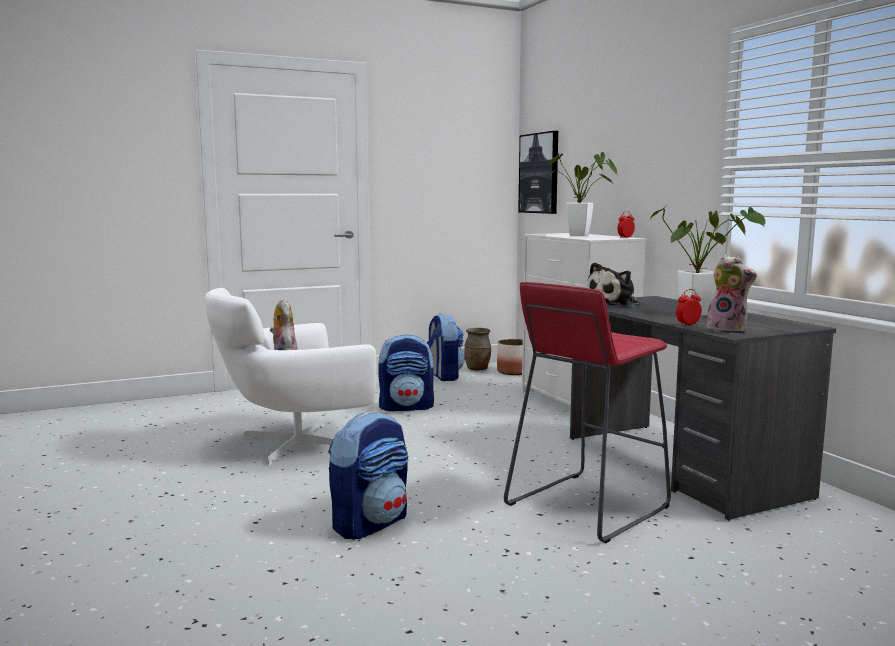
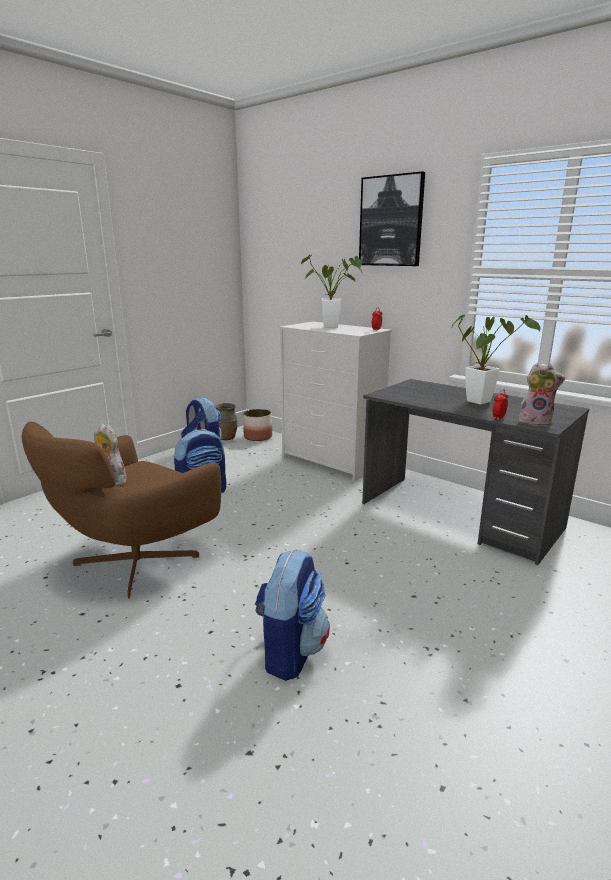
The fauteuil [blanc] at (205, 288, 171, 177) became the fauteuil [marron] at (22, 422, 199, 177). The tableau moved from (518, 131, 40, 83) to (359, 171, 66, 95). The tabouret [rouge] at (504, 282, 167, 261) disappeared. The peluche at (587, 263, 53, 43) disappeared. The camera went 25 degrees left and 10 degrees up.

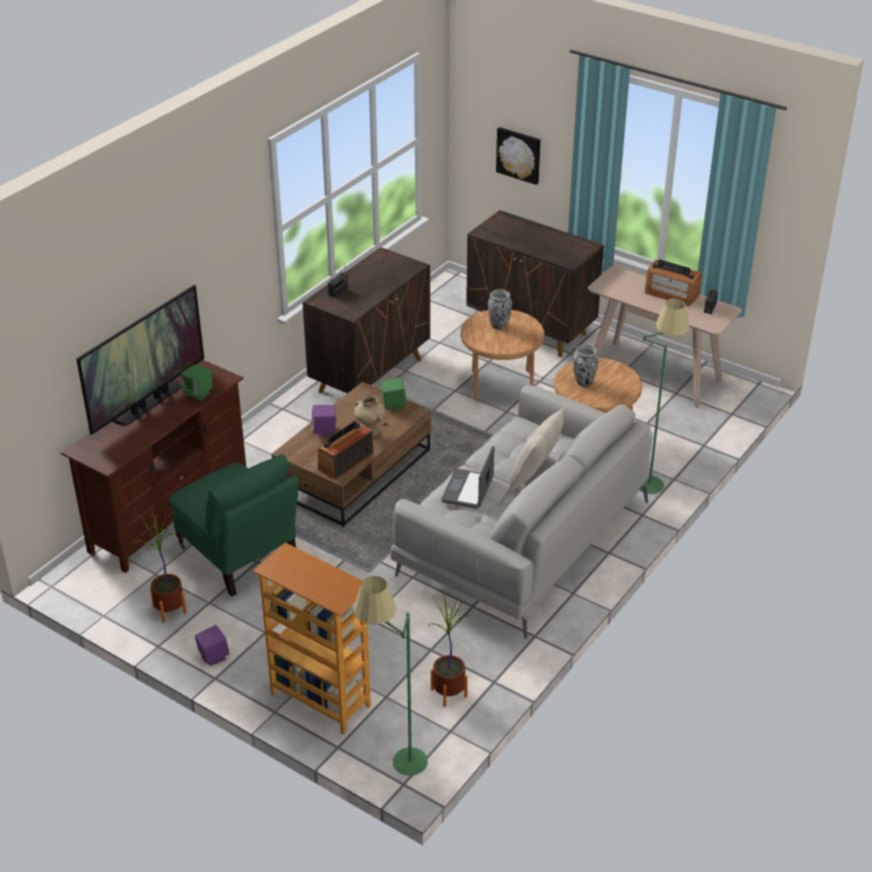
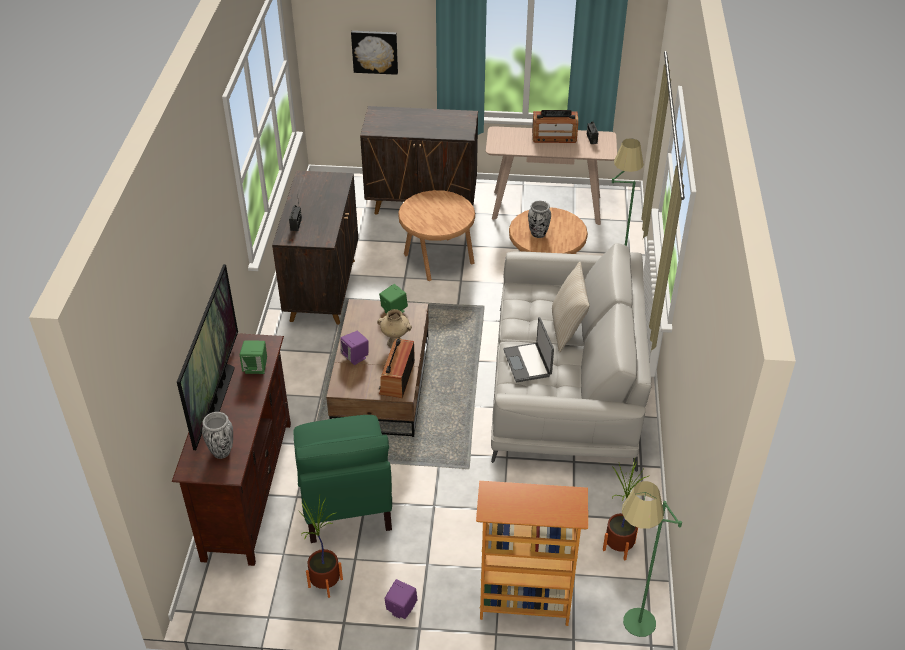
The vase moved from (488, 289, 24, 41) to (202, 412, 31, 47). The fauteuil [vert] at (169, 454, 130, 142) turned 60 degrees clockwise. The camera went 30 degrees left and 5 degrees up.

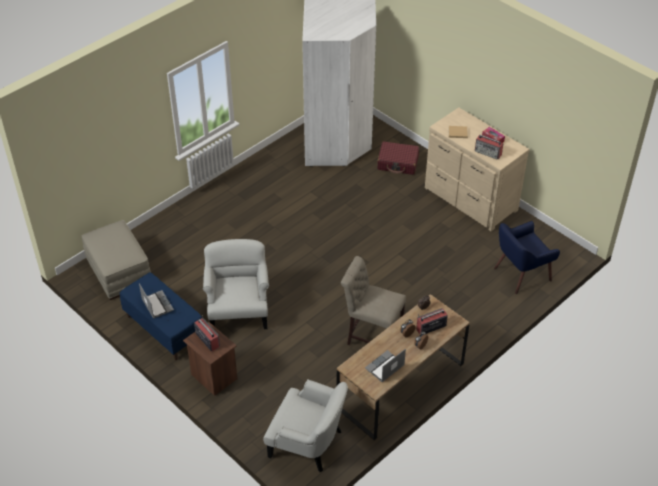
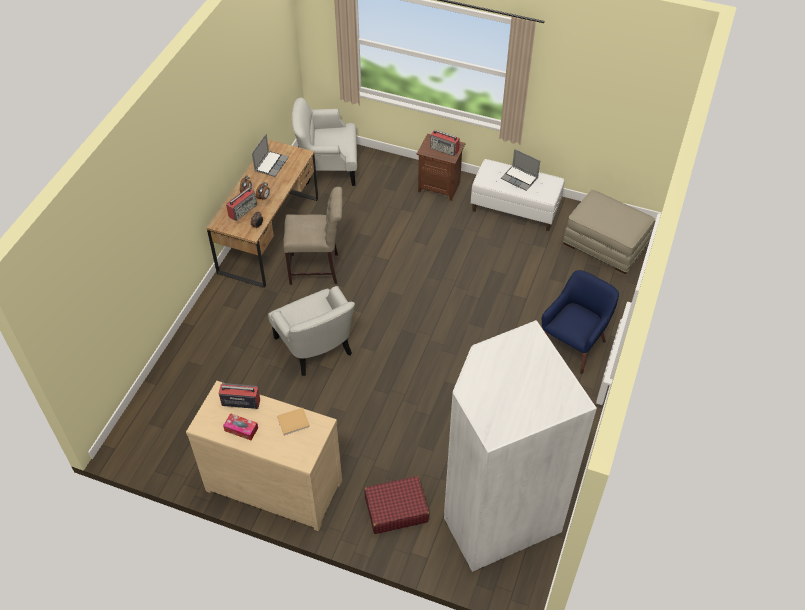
The fauteuil [blanc] moved from (203, 239, 66, 90) to (268, 286, 87, 90). The banc [bleu] at (120, 272, 83, 88) became the banc [blanc] at (471, 159, 93, 72). The fauteuil [bleu] moved from (494, 221, 66, 73) to (542, 270, 77, 104). The camera went 155 degrees right and 5 degrees up.

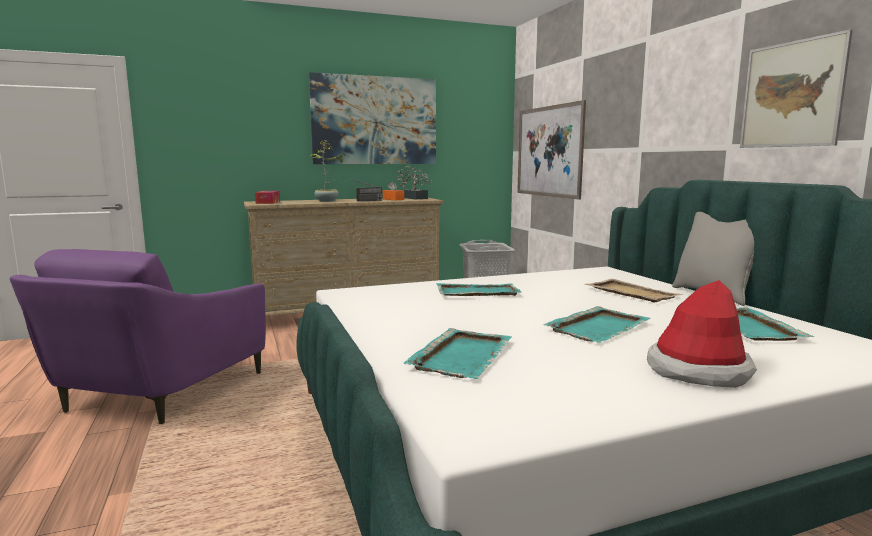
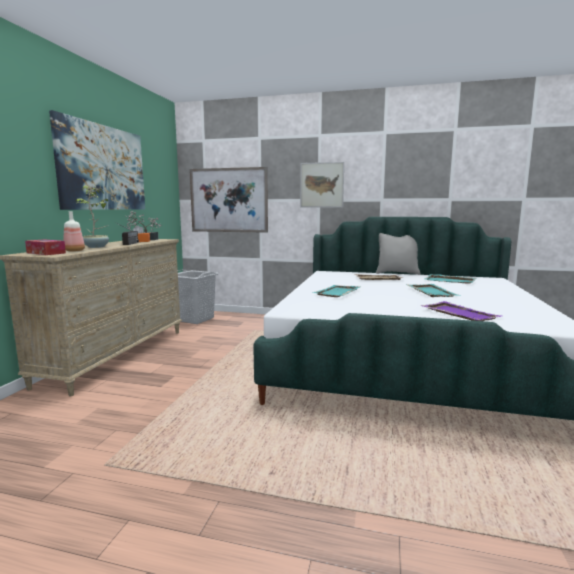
The bouteille at (63, 211, 22, 40) appeared. The tableau moved from (740, 29, 113, 119) to (300, 162, 44, 46). The plateau [turquoise] at (404, 328, 107, 51) became the plateau [violet] at (420, 301, 82, 20). The fauteuil [violet] at (10, 249, 256, 175) disappeared. The chapeau at (647, 280, 110, 108) disappeared. The camera went 55 degrees left and 0 degrees up.

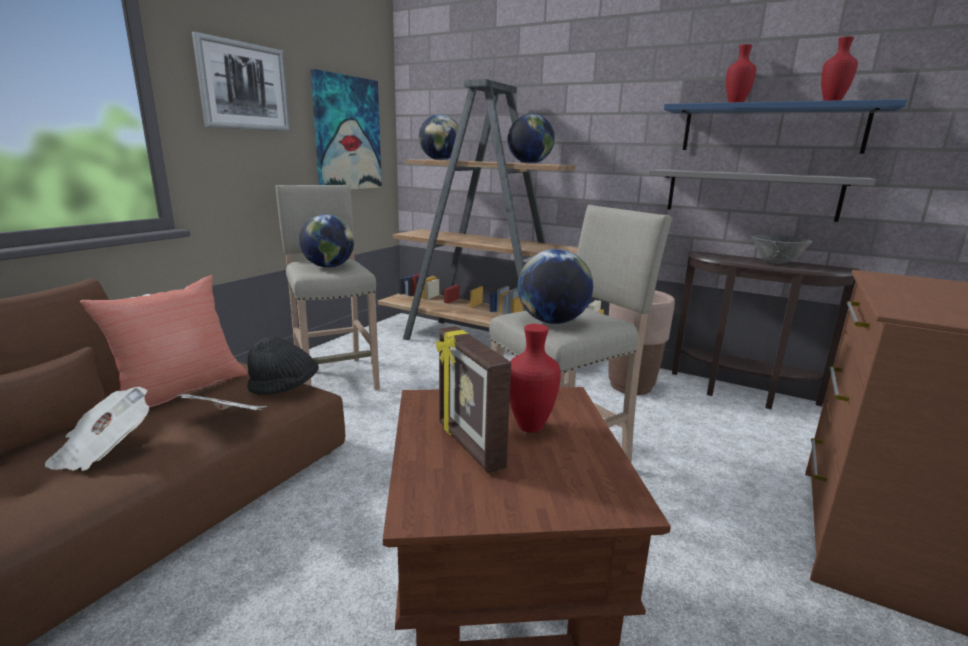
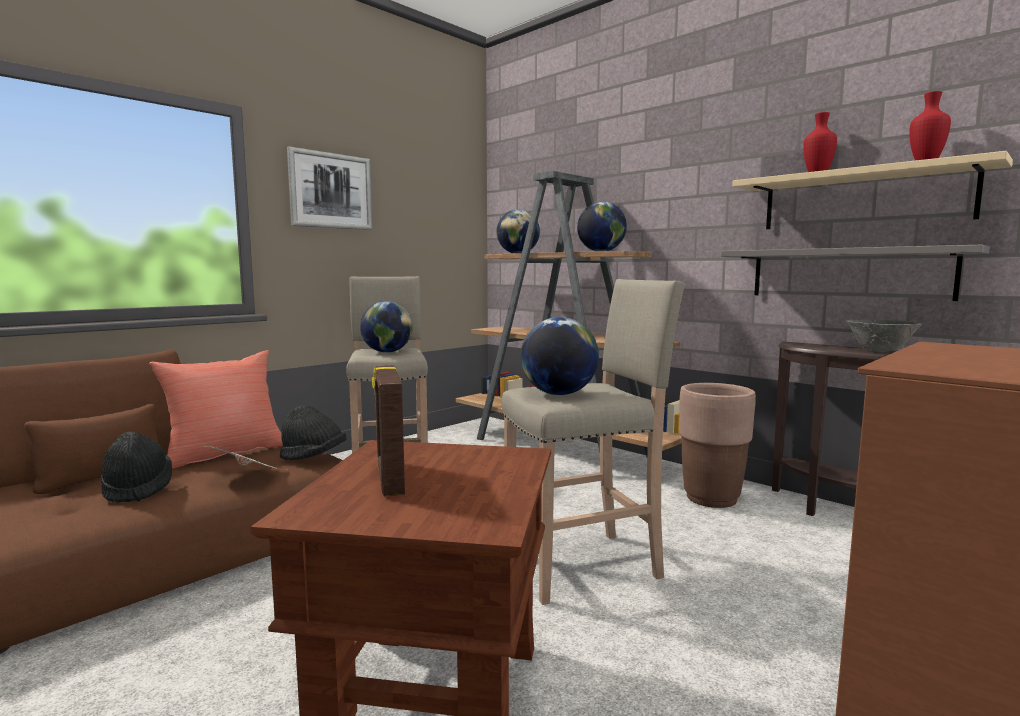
The journal at (45, 387, 104, 84) was replaced by the chapeau [noir] at (101, 431, 71, 72). The étagère [bleu] at (664, 99, 243, 55) became the étagère [beige] at (732, 151, 281, 78). The tableau at (310, 69, 72, 121) disappeared. The vase [rouge] at (510, 324, 51, 109) disappeared. The camera went 15 degrees right and 10 degrees down.

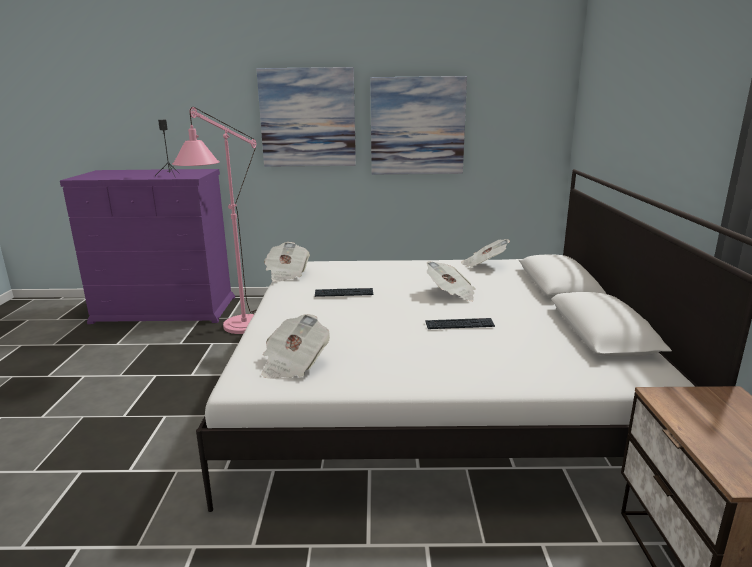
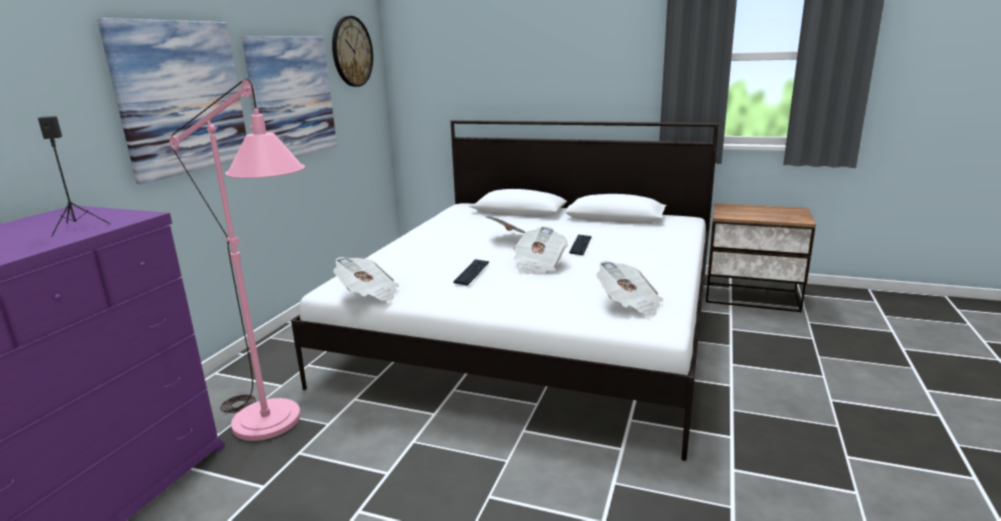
The horloge murale at (332, 16, 41, 71) appeared. The journal moved from (461, 239, 49, 28) to (513, 226, 55, 48). The camera went 70 degrees left and 0 degrees up.

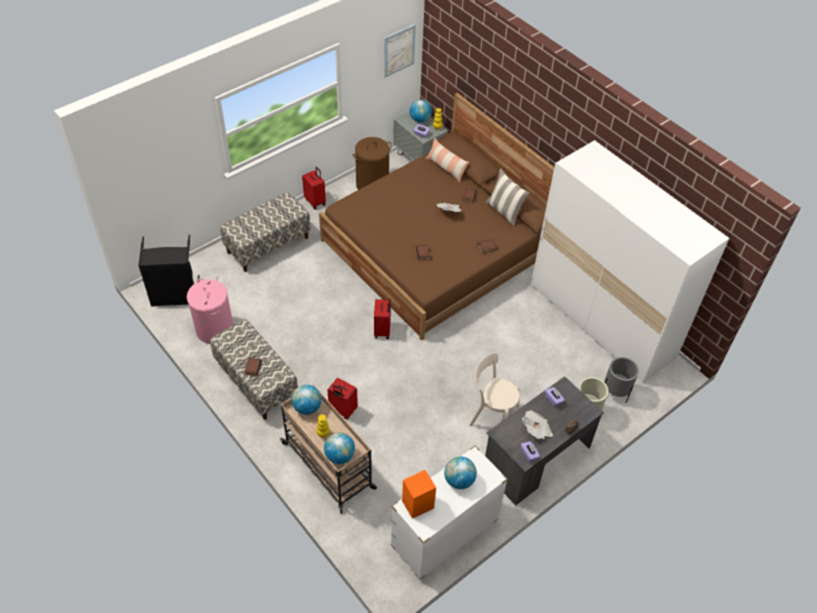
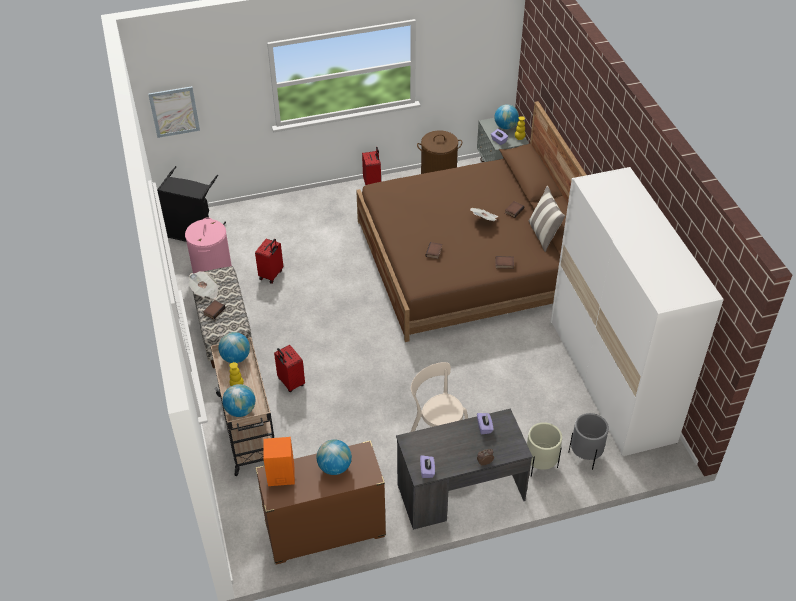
The tableau moved from (384, 24, 32, 54) to (148, 86, 52, 52). The journal moved from (522, 411, 31, 28) to (188, 271, 32, 28). The valise [rouge] moved from (374, 298, 17, 41) to (255, 239, 28, 45). The commode [blanc] at (390, 446, 118, 134) became the commode [marron] at (256, 440, 130, 125). The banc at (220, 192, 90, 80) disappeared. The coussin at (426, 138, 43, 45) disappeared. The camera went 25 degrees right and 5 degrees down.

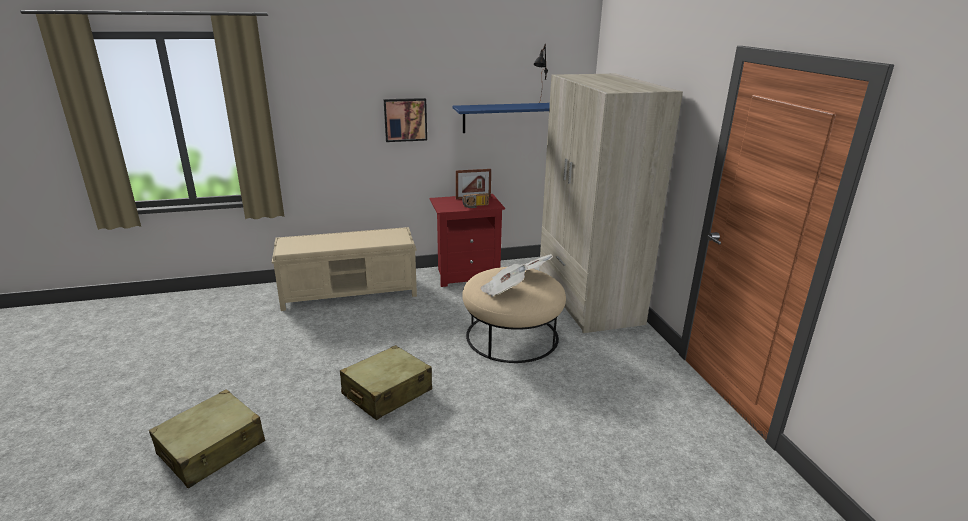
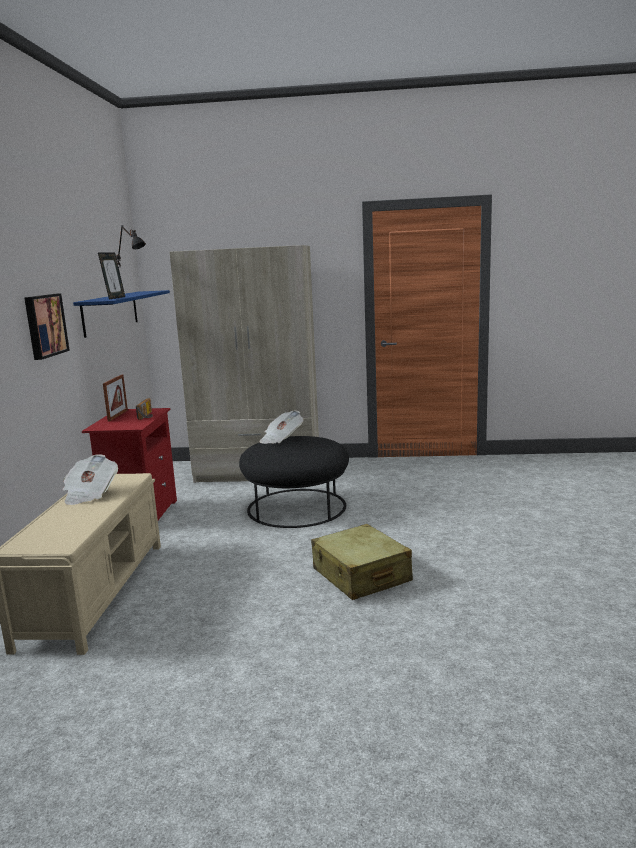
The journal moved from (480, 263, 48, 34) to (62, 454, 56, 51). The cadre photo at (98, 252, 27, 47) appeared. The pouf [beige] at (462, 267, 104, 96) became the pouf [noir] at (239, 436, 110, 92). The valise [beige] at (149, 389, 116, 99) disappeared. The camera went 70 degrees left and 10 degrees down.

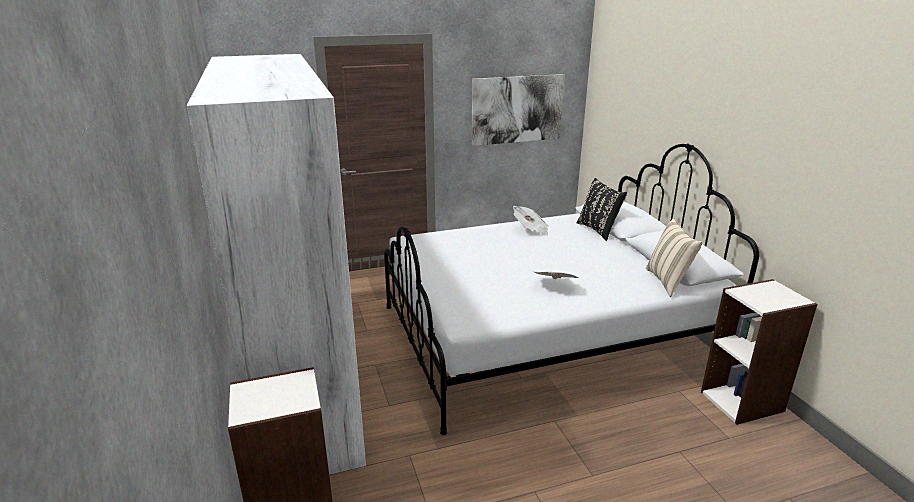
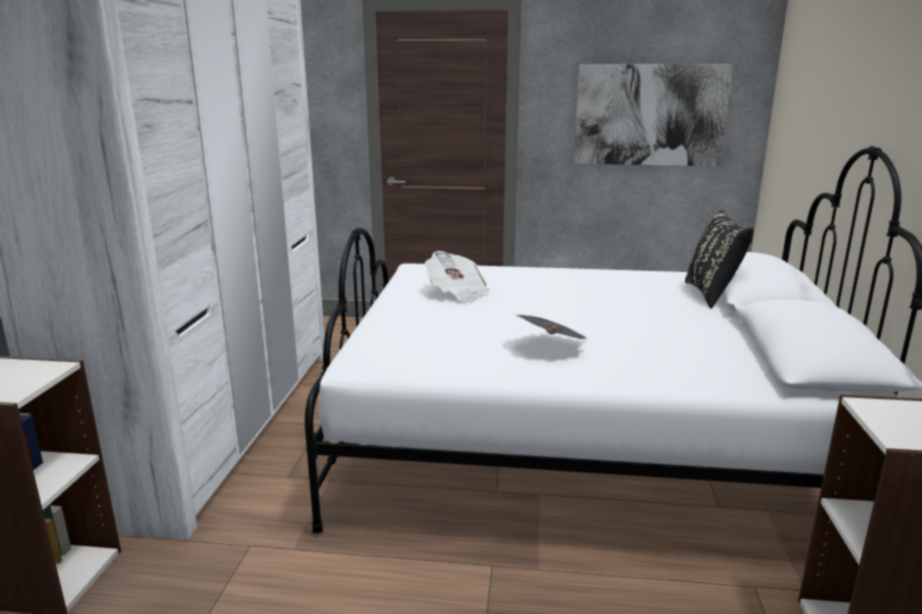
The journal moved from (513, 206, 36, 30) to (425, 251, 65, 53). The coussin [beige] at (646, 218, 56, 79) disappeared. The camera went 25 degrees right and 5 degrees down.

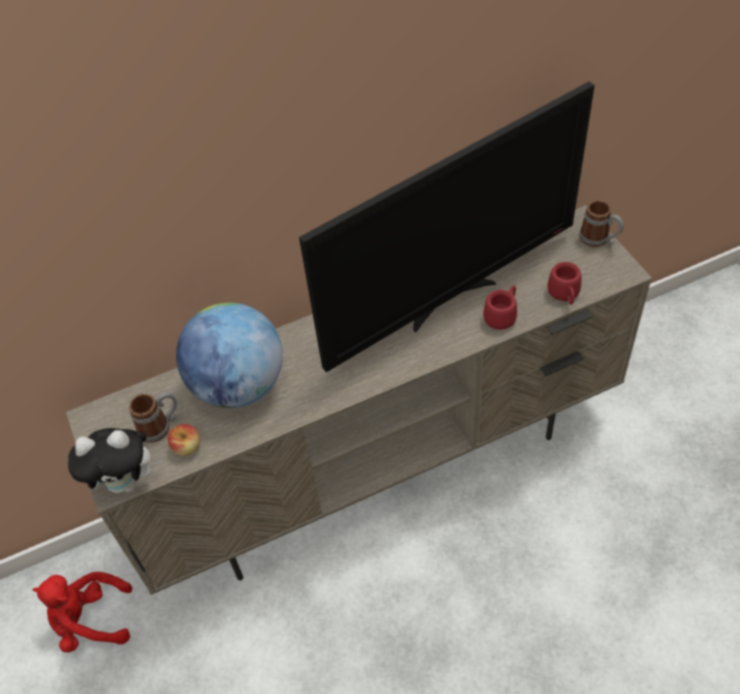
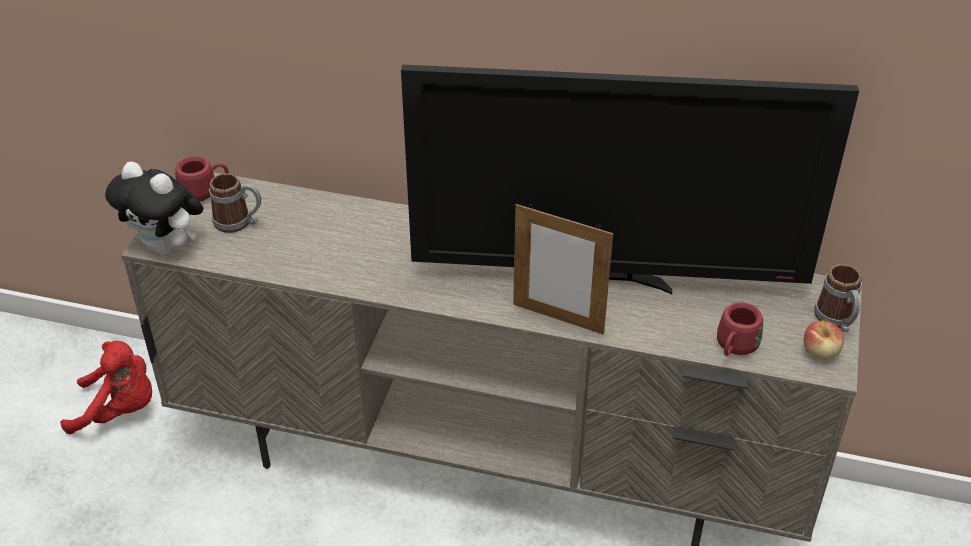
The peluche [rouge] at (32, 572, 100, 81) turned 150 degrees clockwise. The mug [rouge] moved from (483, 286, 34, 44) to (175, 156, 54, 46). The cadre photo at (513, 204, 100, 130) appeared. The pomme moved from (167, 424, 33, 32) to (804, 321, 40, 39). The globe at (176, 303, 107, 105) disappeared. The camera went 35 degrees right and 10 degrees down.

